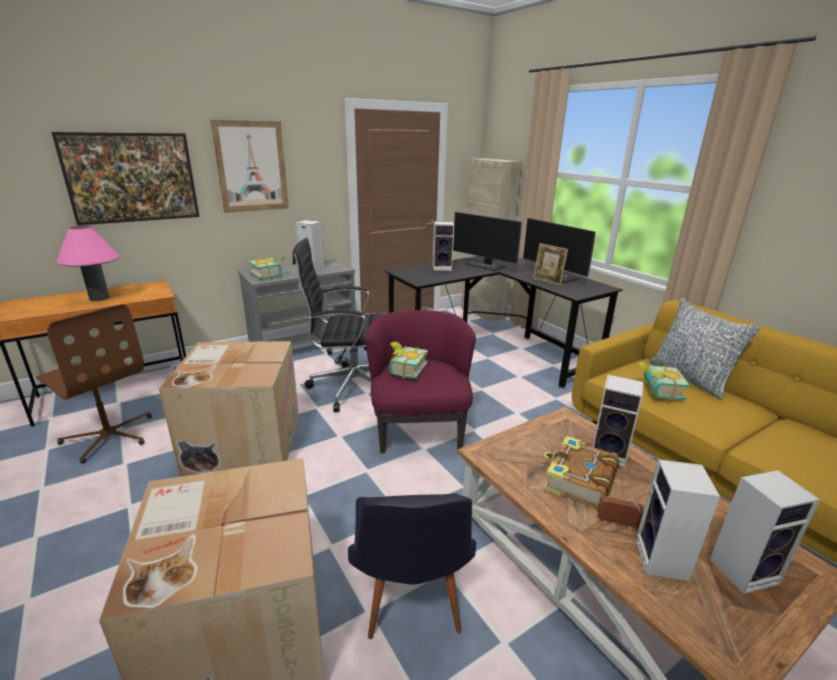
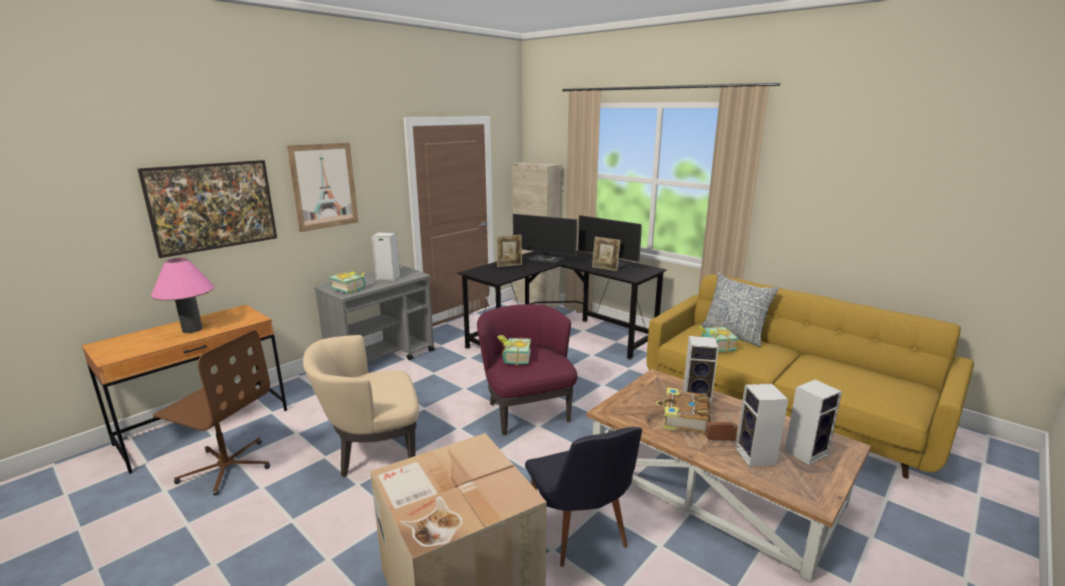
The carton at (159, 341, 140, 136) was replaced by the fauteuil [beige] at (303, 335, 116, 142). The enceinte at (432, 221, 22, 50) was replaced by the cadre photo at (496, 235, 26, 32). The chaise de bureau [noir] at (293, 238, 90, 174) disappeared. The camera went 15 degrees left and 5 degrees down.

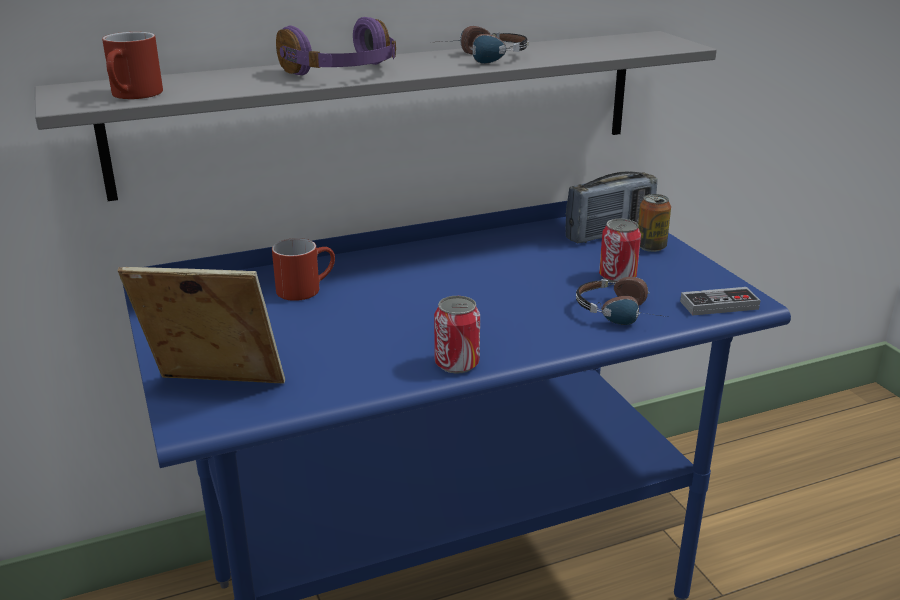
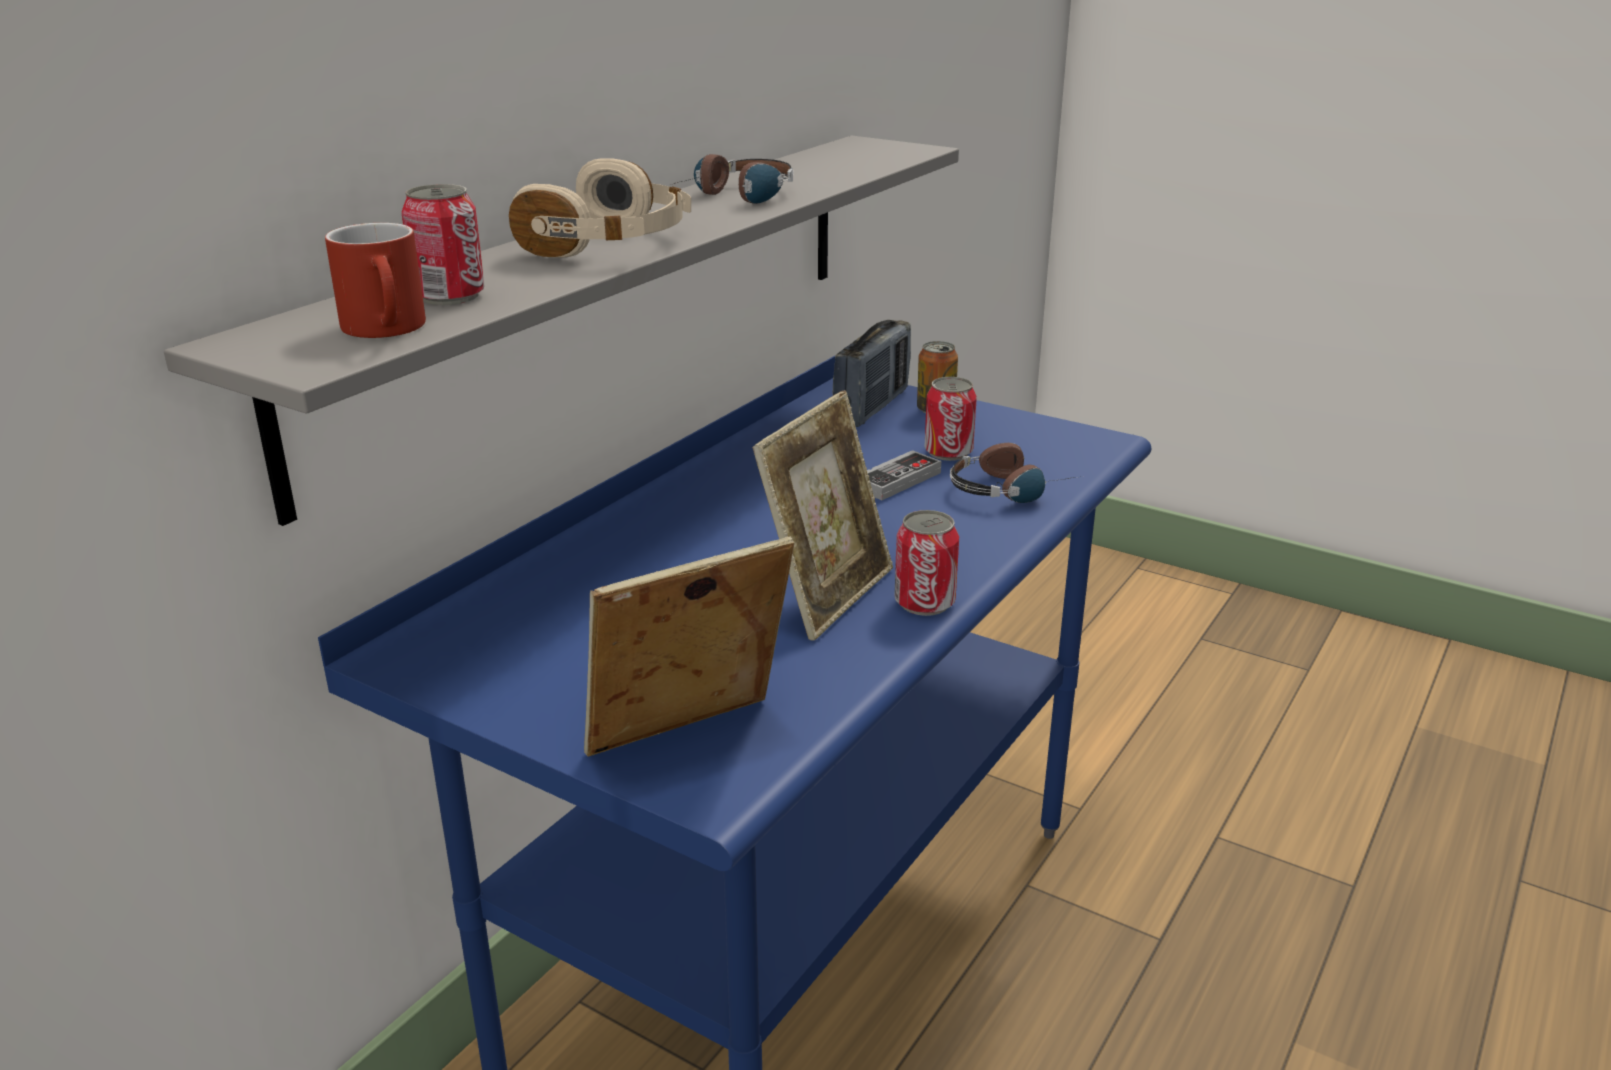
The boîte métallique at (401, 184, 84, 121) appeared. The casque audio [violet] at (276, 17, 120, 58) became the casque audio [beige] at (509, 158, 182, 100). The cadre photo at (752, 390, 141, 250) appeared. The manette moved from (680, 287, 81, 29) to (867, 450, 74, 50). The mug [rouge] at (272, 238, 63, 63) disappeared. The camera went 35 degrees left and 0 degrees up.

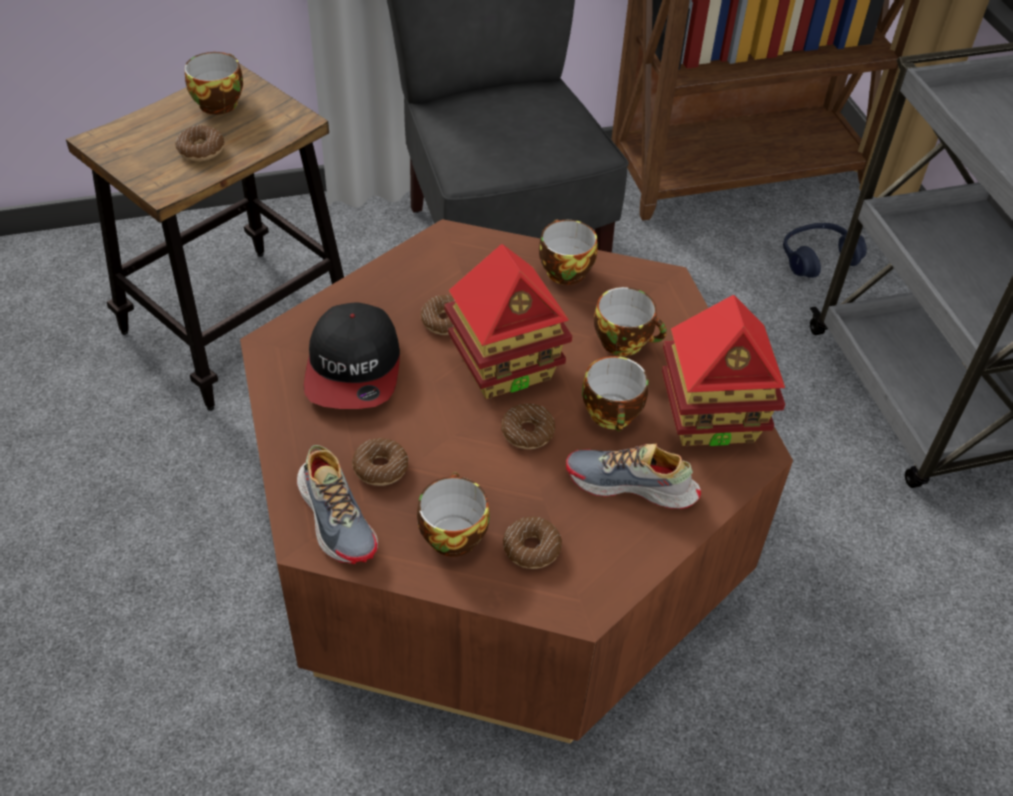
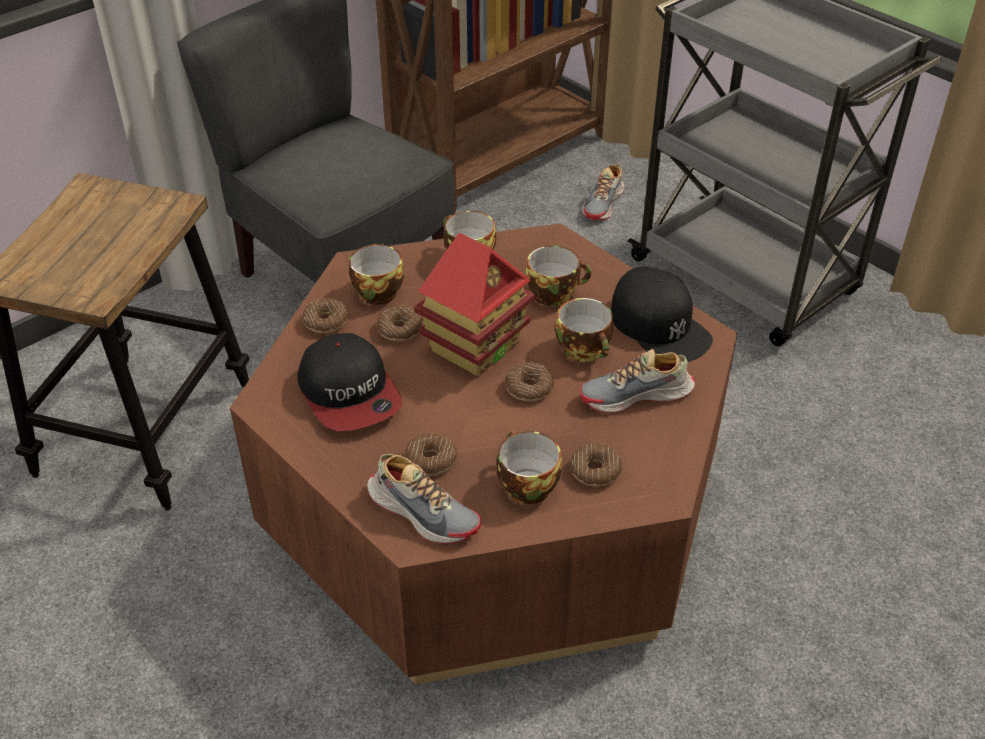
The beignet moved from (175, 125, 50, 36) to (302, 298, 46, 35). The tasse moved from (184, 52, 59, 63) to (349, 244, 55, 61). The casque audio [bleu] at (783, 223, 84, 55) was replaced by the chaussure at (582, 164, 42, 57). The maison miniature at (662, 295, 123, 151) was replaced by the casquette [noir] at (611, 267, 102, 95). The camera went 25 degrees left and 5 degrees down.

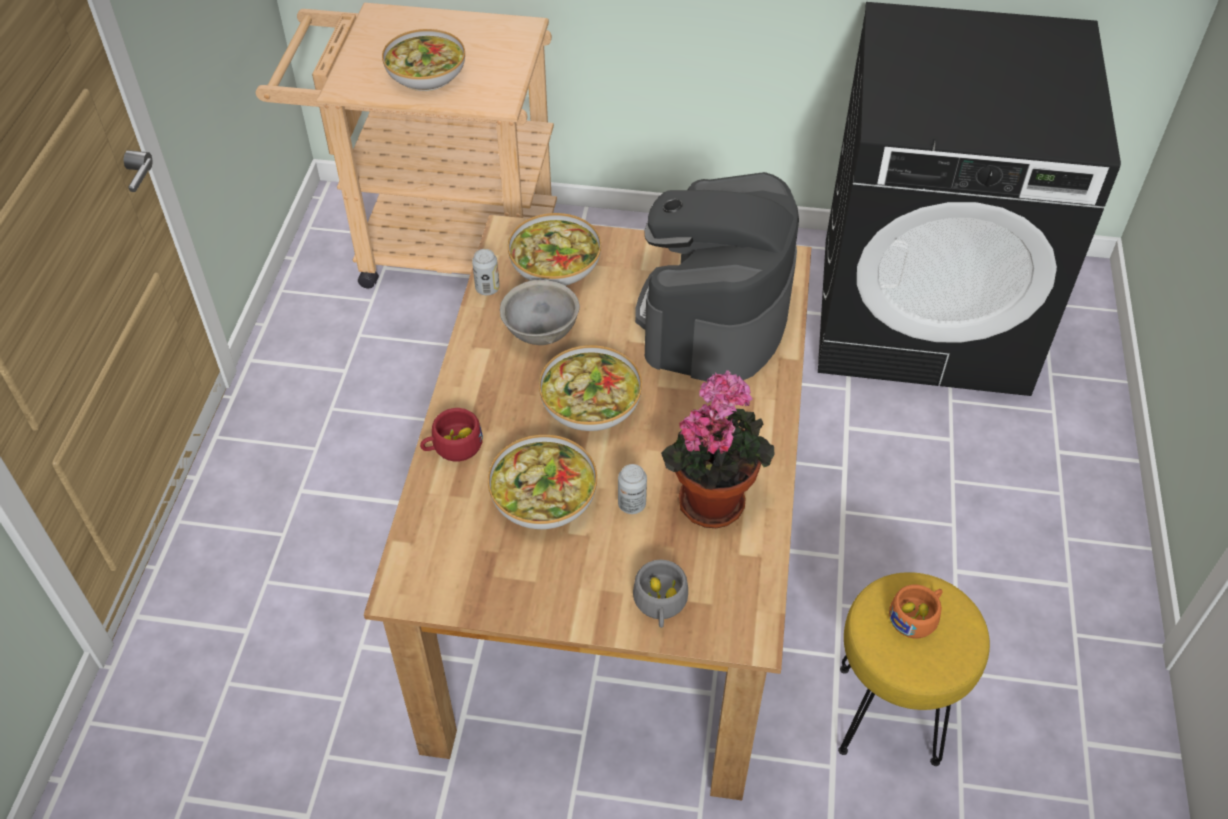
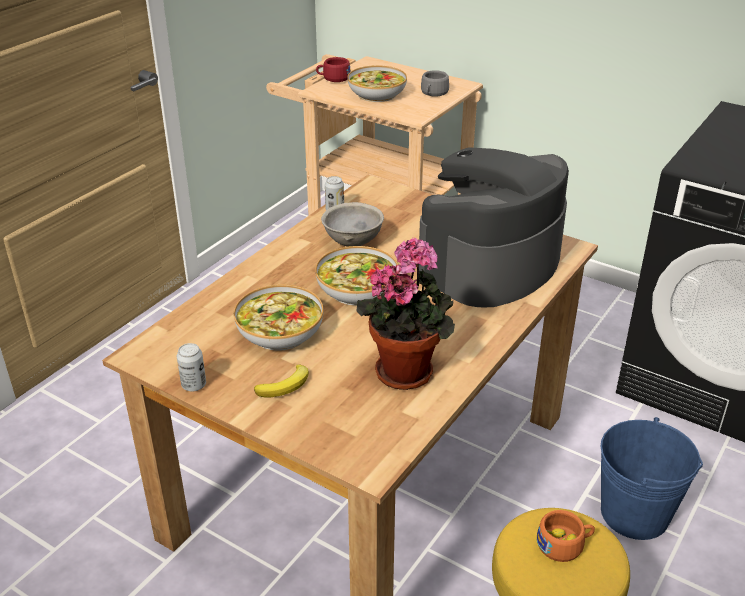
The boîte métallique moved from (618, 464, 29, 50) to (177, 343, 29, 49). The banane at (254, 364, 55, 34) appeared. The tasse [rouge] moved from (420, 408, 63, 53) to (316, 57, 35, 25). The tasse [gris] moved from (633, 560, 55, 68) to (421, 70, 28, 27). The seau [bleu] at (601, 417, 102, 123) appeared. The bol at (508, 213, 93, 73) disappeared. The camera went 25 degrees right and 15 degrees down.

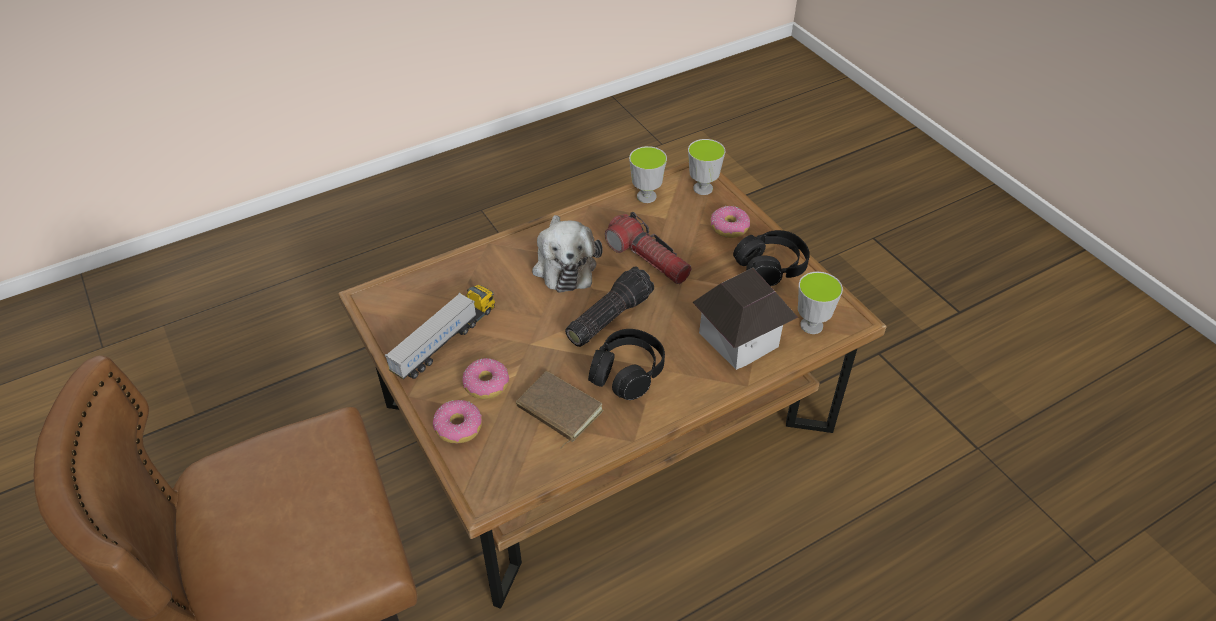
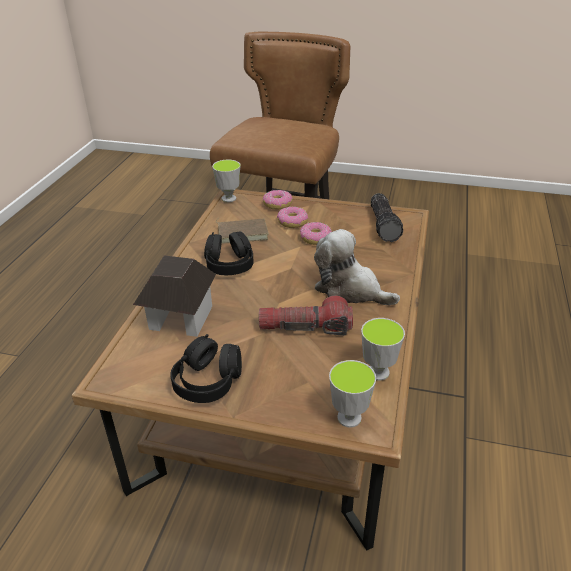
The tasse moved from (798, 272, 45, 62) to (212, 159, 29, 43). The beignet moved from (710, 206, 40, 32) to (300, 222, 32, 23). The lampe de poche moved from (565, 267, 89, 80) to (371, 193, 32, 49). The camion jouet at (385, 285, 110, 94) disappeared. The camera went 135 degrees right and 10 degrees down.

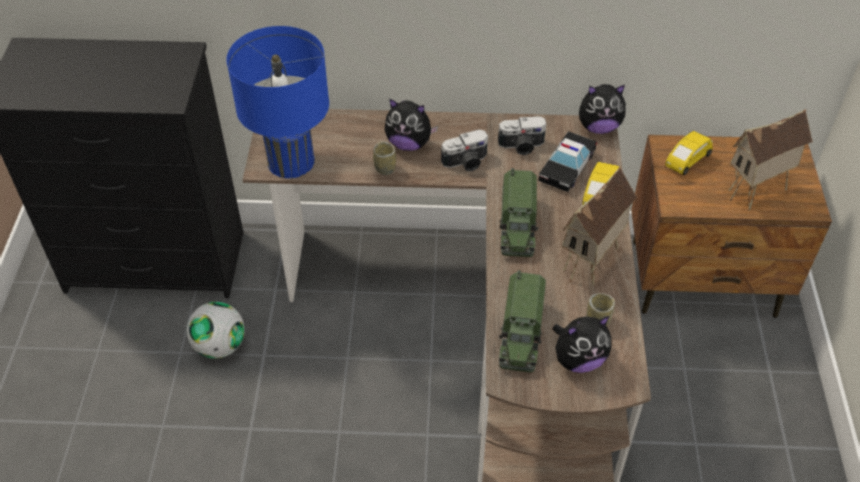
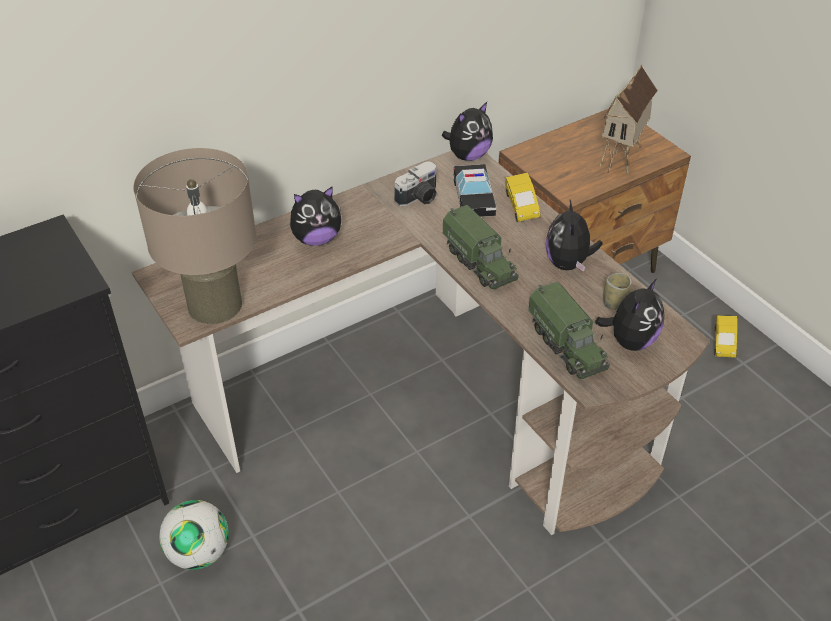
The lampe de table [bleu] at (226, 26, 103, 152) became the lampe de table [beige] at (133, 148, 123, 176). The maison miniature at (562, 167, 75, 120) was replaced by the peluche at (545, 200, 58, 72). The petite voiture [jaune] moved from (665, 131, 48, 44) to (714, 315, 23, 43). The tasse at (373, 142, 23, 33) disappeared. The appareil photo at (441, 129, 47, 42) disappeared. The camera went 35 degrees left and 5 degrees down.

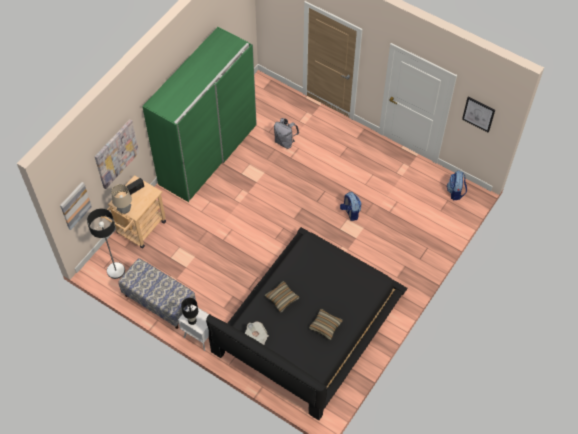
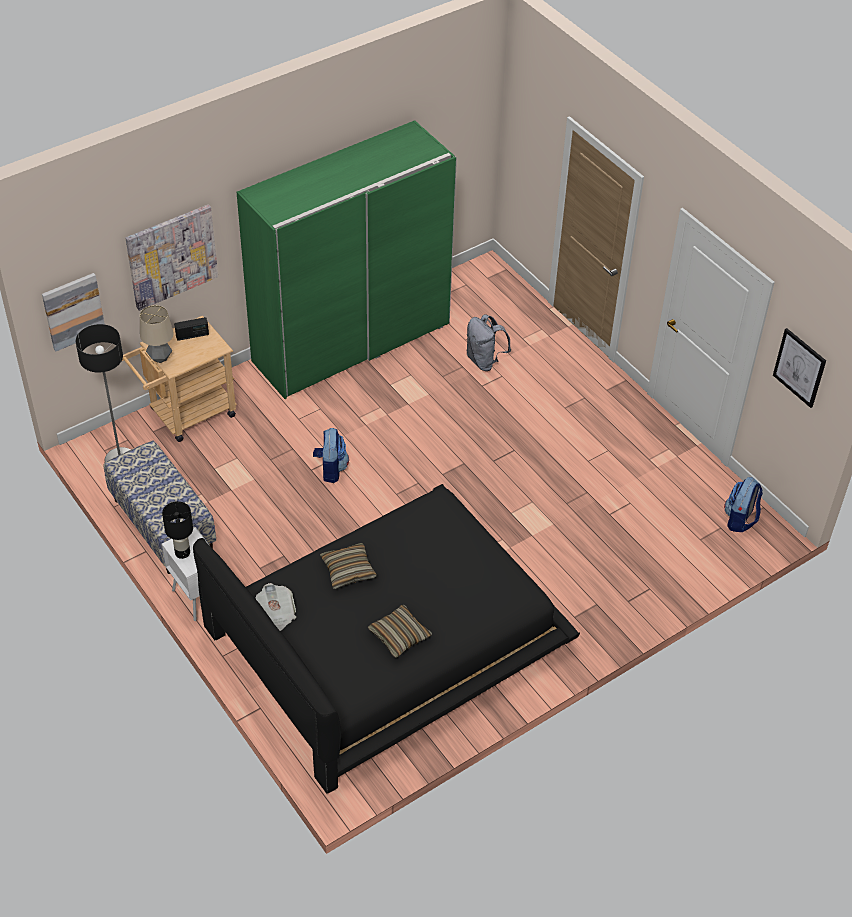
The sac à dos moved from (340, 192, 21, 29) to (313, 428, 36, 55). The camera went 20 degrees right and 10 degrees down.

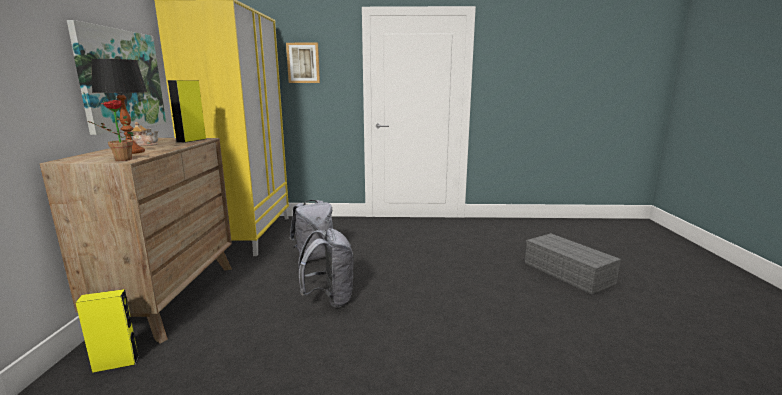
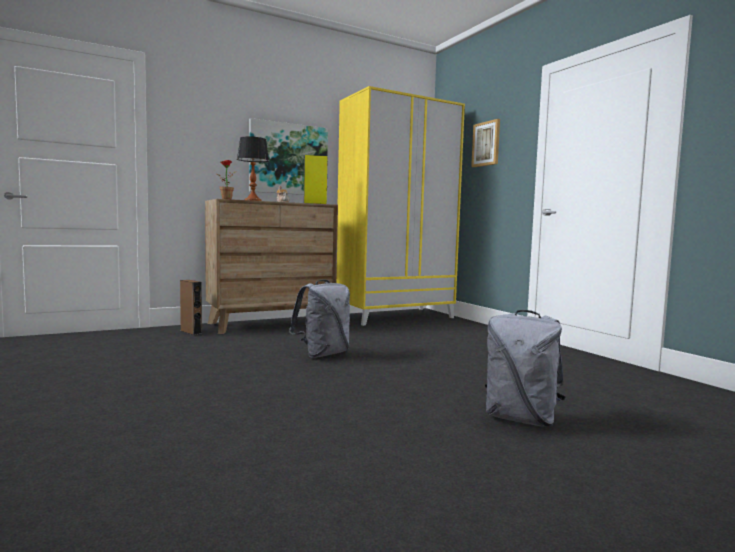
The enceinte [jaune] at (76, 289, 63, 85) became the enceinte [marron] at (180, 280, 22, 55). The sac à dos [gris] moved from (290, 200, 43, 61) to (485, 310, 81, 117). The boîte de rangement [gris] at (525, 233, 96, 61) disappeared. The camera went 60 degrees right and 10 degrees down.

